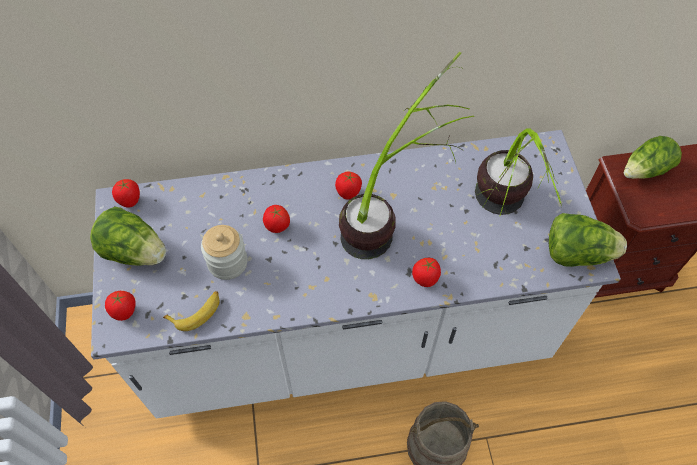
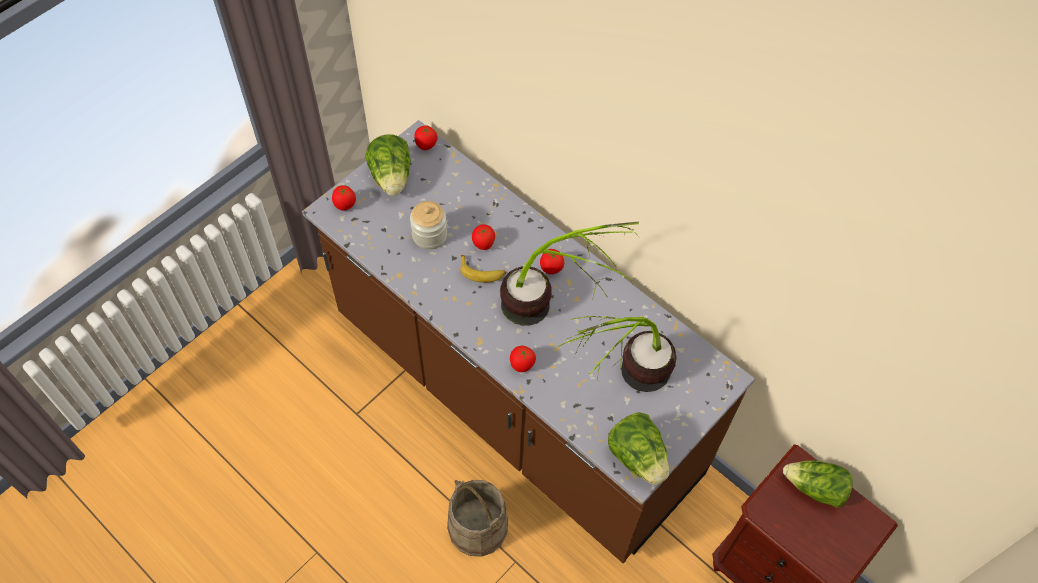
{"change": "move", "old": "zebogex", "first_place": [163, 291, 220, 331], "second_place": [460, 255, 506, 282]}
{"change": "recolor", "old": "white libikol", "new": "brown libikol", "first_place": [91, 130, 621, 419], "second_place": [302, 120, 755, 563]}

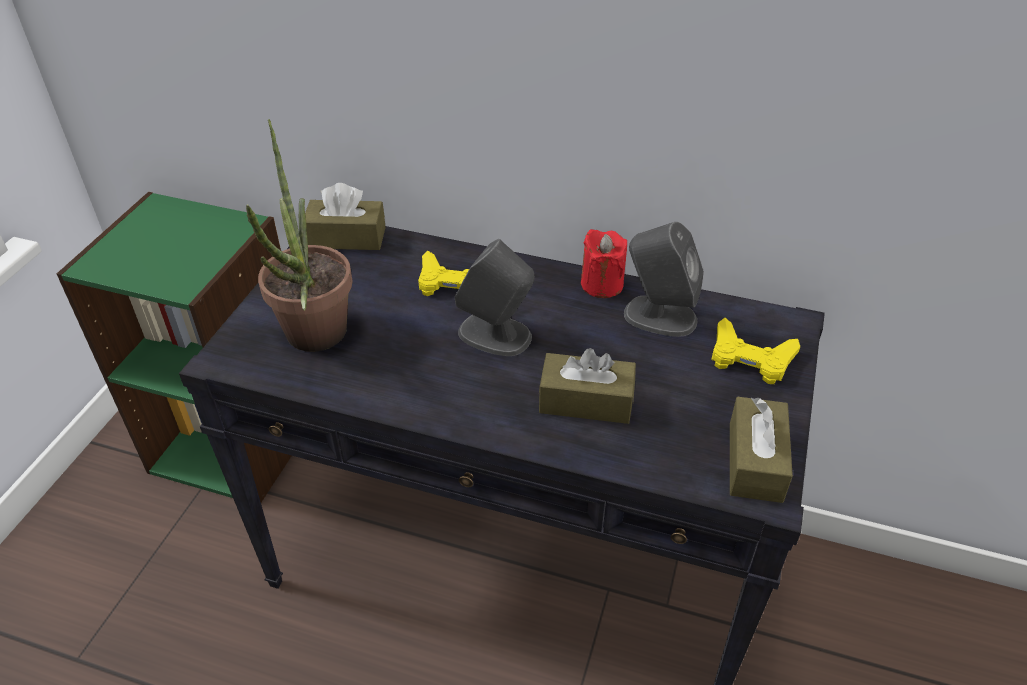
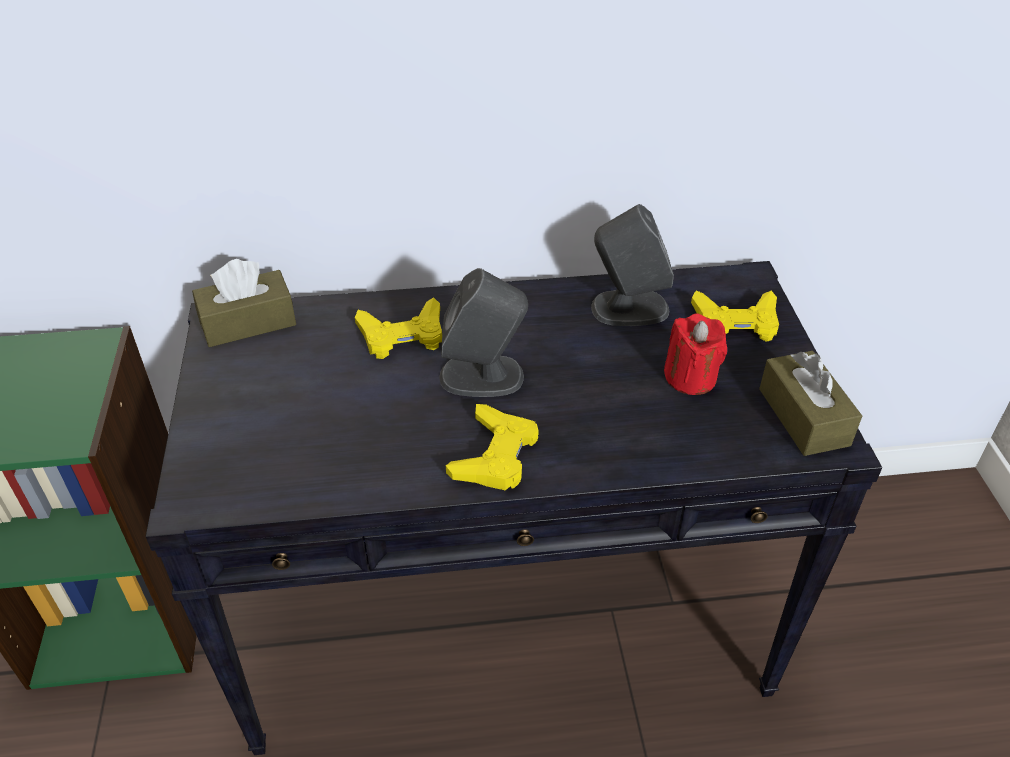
{"change": "delete", "old": "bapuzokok", "first_place": [246, 119, 353, 352]}
{"change": "delete", "old": "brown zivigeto", "first_place": [539, 348, 636, 424]}
{"change": "insert", "new": "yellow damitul", "second_place": [446, 404, 539, 490]}
{"change": "move", "old": "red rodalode", "first_place": [581, 229, 627, 298], "second_place": [664, 313, 727, 395]}

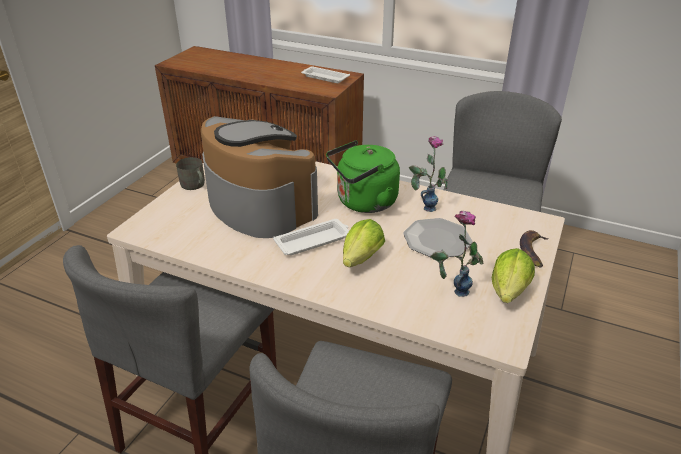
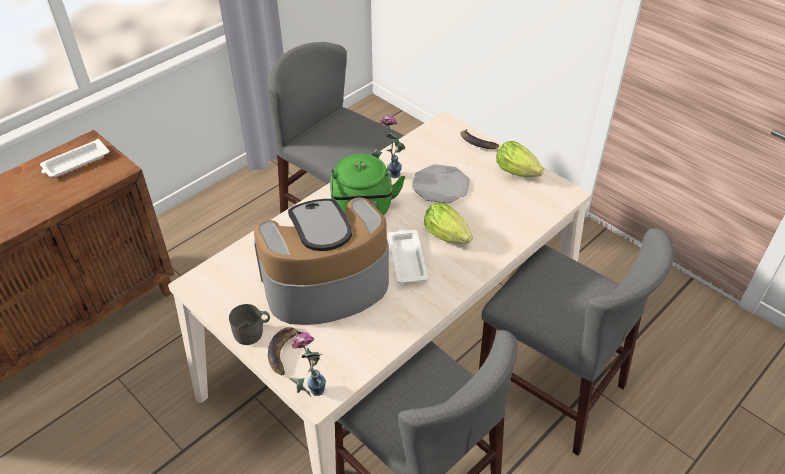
{"change": "insert", "new": "zebogex", "second_place": [268, 327, 309, 375]}
{"change": "move", "old": "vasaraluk", "first_place": [430, 211, 483, 297], "second_place": [289, 332, 326, 397]}

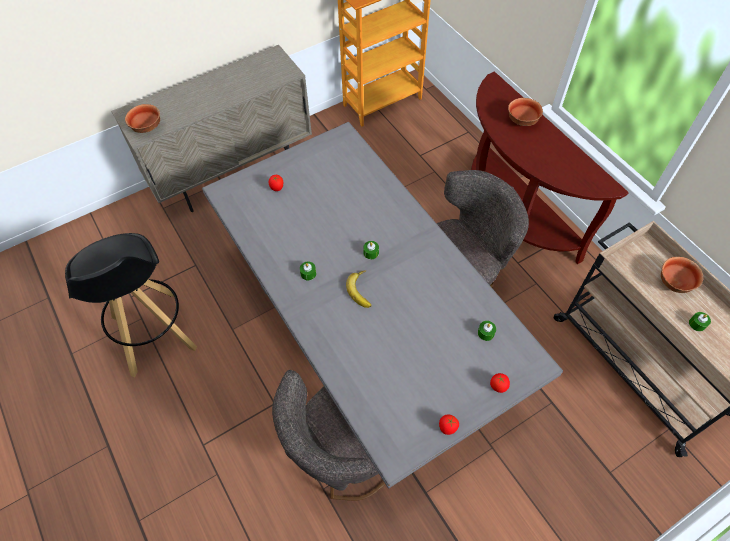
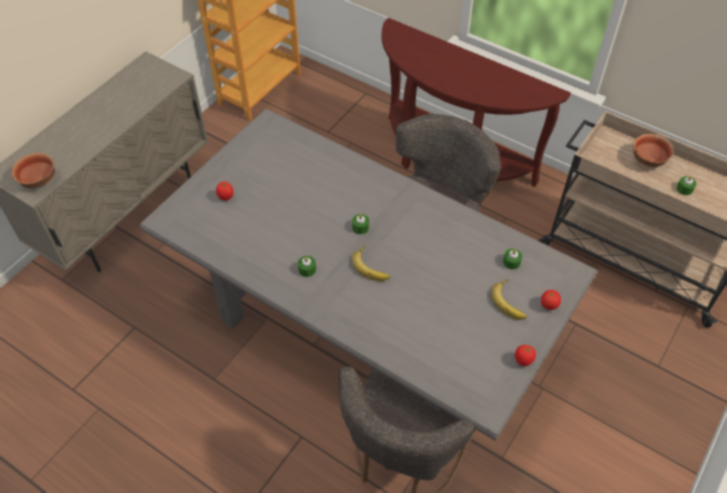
{"change": "delete", "old": "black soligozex", "first_place": [65, 233, 197, 377]}
{"change": "delete", "old": "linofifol", "first_place": [508, 98, 543, 126]}
{"change": "insert", "new": "zebogex", "second_place": [491, 279, 527, 320]}

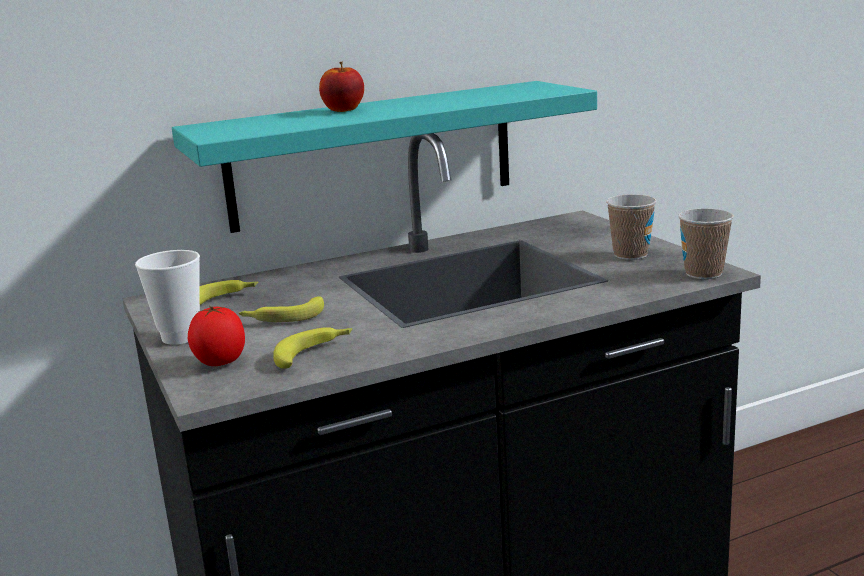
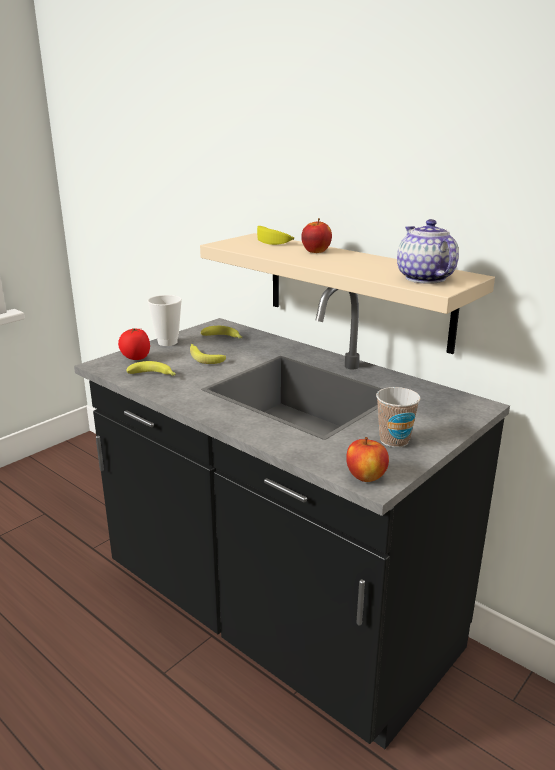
{"change": "insert", "new": "zebogex", "second_place": [257, 226, 294, 245]}
{"change": "insert", "new": "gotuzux", "second_place": [397, 219, 459, 284]}
{"change": "replace", "old": "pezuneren", "new": "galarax", "first_place": [678, 208, 734, 279], "second_place": [346, 437, 389, 482]}
{"change": "recolor", "old": "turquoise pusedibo", "new": "beige pusedibo", "first_place": [172, 81, 597, 233], "second_place": [200, 233, 495, 354]}

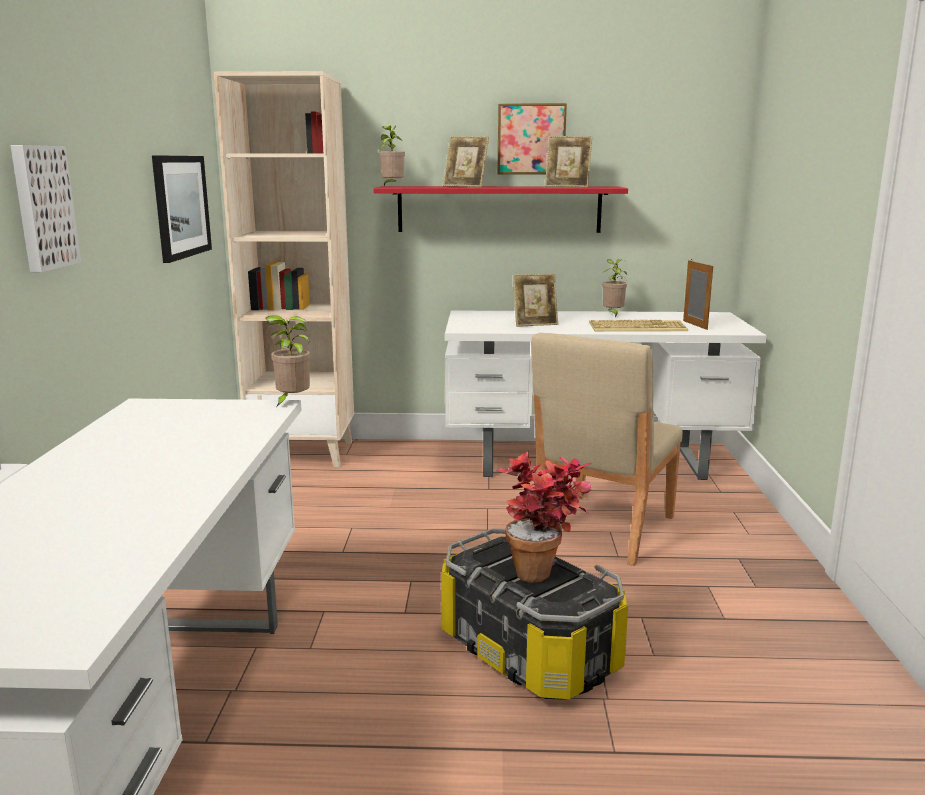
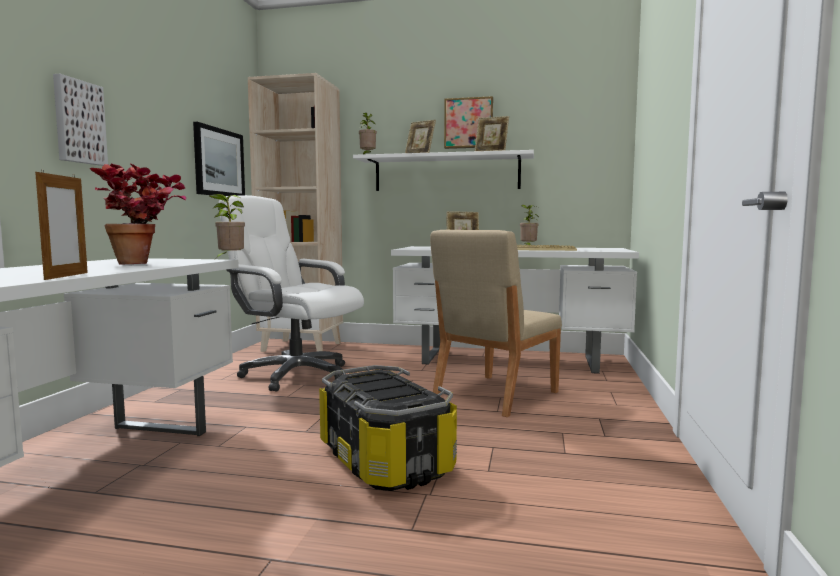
{"change": "insert", "new": "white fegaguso", "second_place": [218, 195, 364, 391]}
{"change": "move", "old": "bapuzokok", "first_place": [497, 451, 592, 583], "second_place": [90, 163, 186, 264]}
{"change": "move", "old": "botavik", "first_place": [683, 260, 713, 330], "second_place": [35, 169, 88, 280]}
{"change": "recolor", "old": "red pusedibo", "new": "white pusedibo", "first_place": [374, 186, 628, 233], "second_place": [353, 150, 534, 191]}

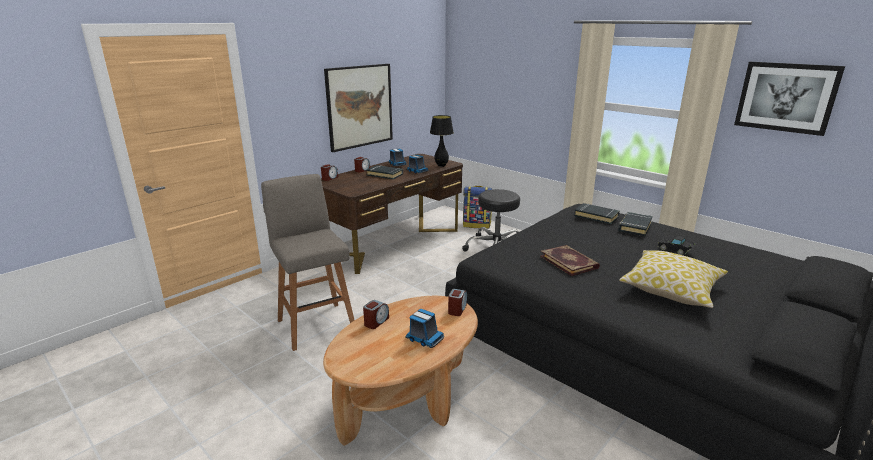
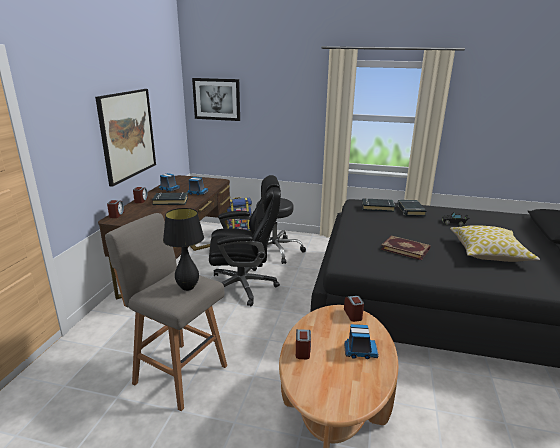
{"change": "insert", "new": "black fegaguso", "second_place": [209, 175, 281, 306]}
{"change": "move", "old": "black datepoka", "first_place": [430, 115, 454, 167], "second_place": [163, 208, 204, 291]}
{"change": "move", "old": "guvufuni", "first_place": [734, 62, 845, 136], "second_place": [192, 78, 240, 121]}

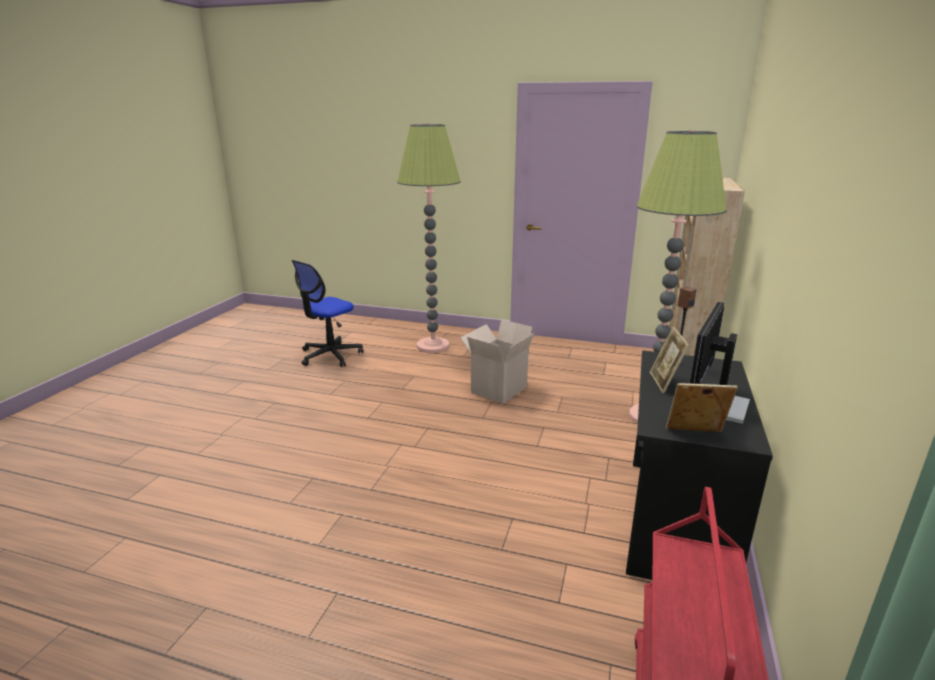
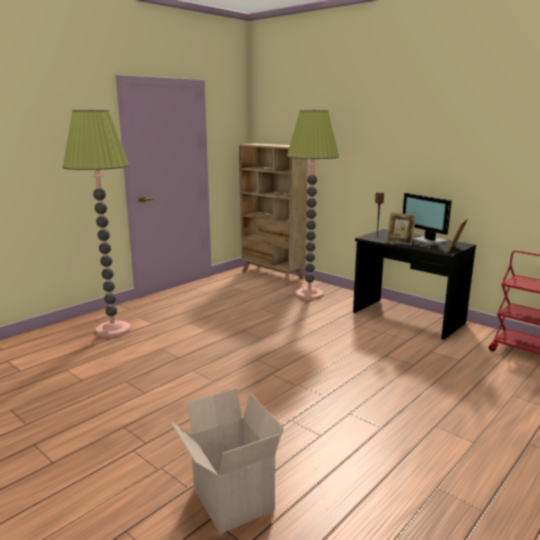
{"change": "delete", "old": "fegaguso", "first_place": [292, 260, 364, 367]}
{"change": "move", "old": "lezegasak", "first_place": [460, 319, 535, 404], "second_place": [171, 388, 284, 534]}

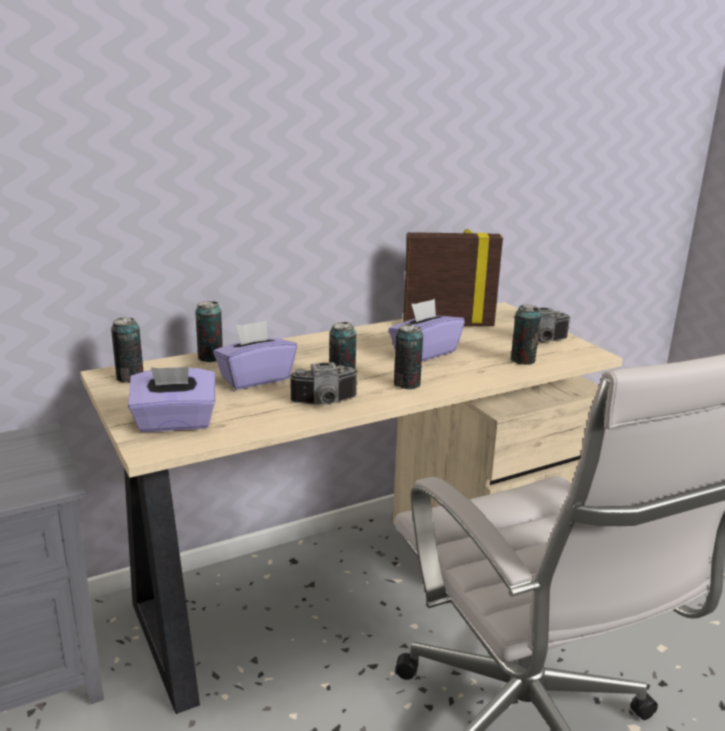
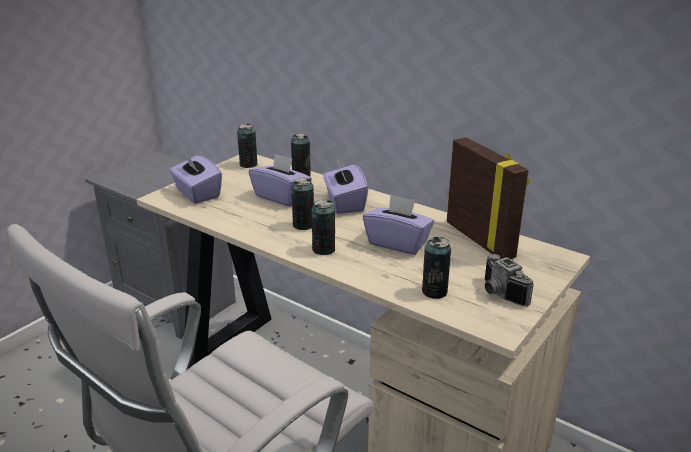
{"change": "delete", "old": "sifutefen", "first_place": [289, 362, 358, 405]}
{"change": "insert", "new": "purple zivigeto", "second_place": [323, 161, 368, 214]}

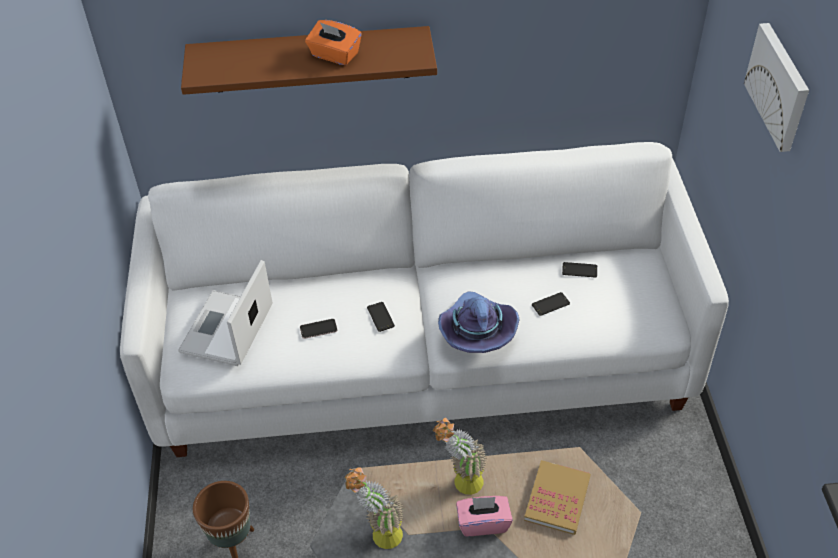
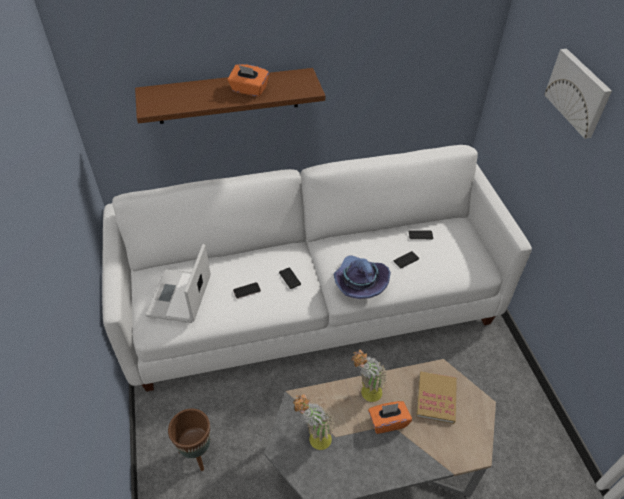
{"change": "recolor", "old": "pink zivigeto", "new": "orange zivigeto", "first_place": [456, 496, 513, 536], "second_place": [368, 401, 412, 434]}

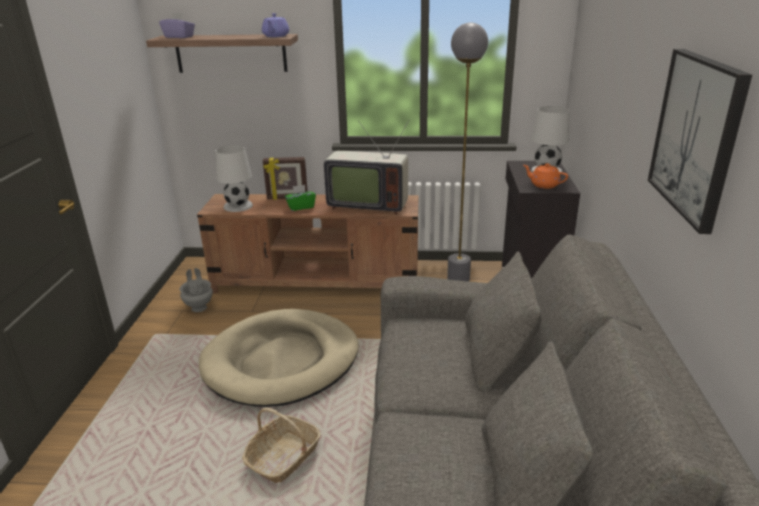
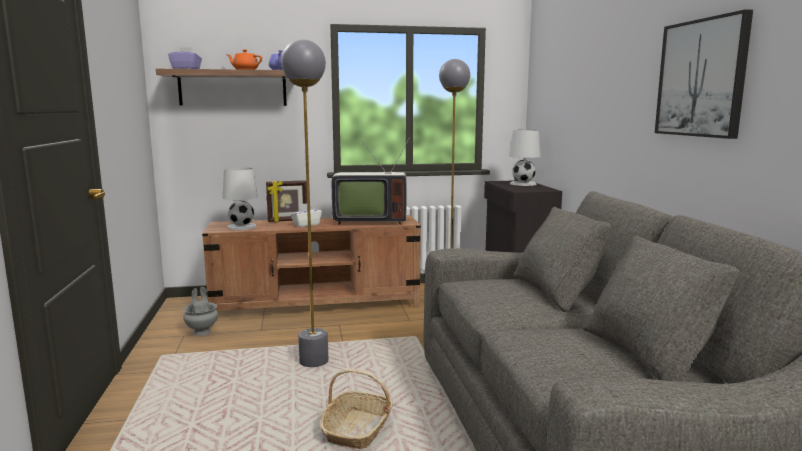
{"change": "move", "old": "orange gotuzux", "first_place": [523, 163, 568, 189], "second_place": [228, 50, 262, 70]}
{"change": "replace", "old": "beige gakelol", "new": "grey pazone", "first_place": [199, 309, 359, 407], "second_place": [281, 39, 328, 367]}
{"change": "recolor", "old": "green zivigeto", "new": "white zivigeto", "first_place": [285, 185, 316, 211], "second_place": [290, 204, 322, 227]}

